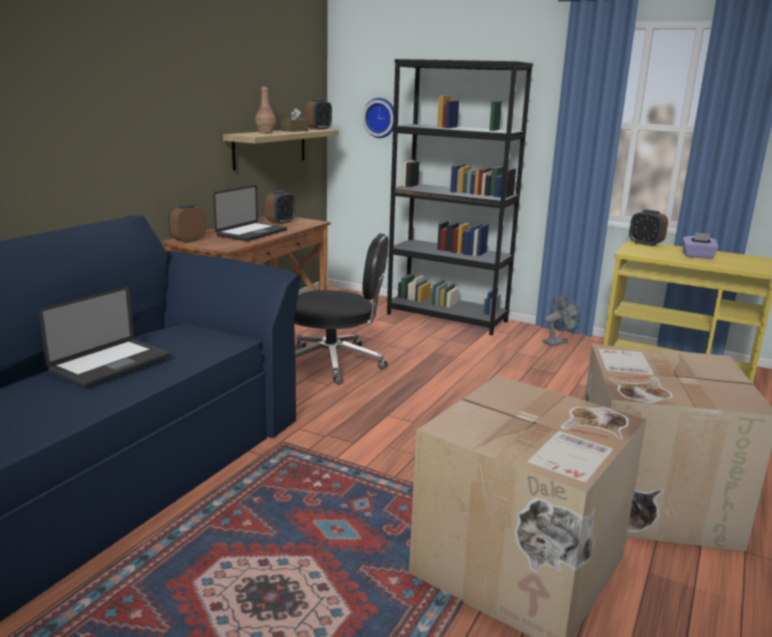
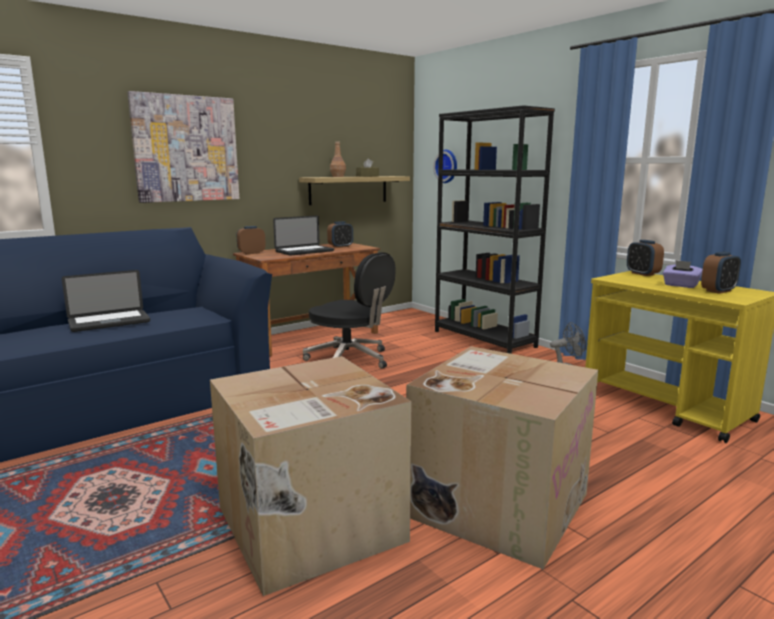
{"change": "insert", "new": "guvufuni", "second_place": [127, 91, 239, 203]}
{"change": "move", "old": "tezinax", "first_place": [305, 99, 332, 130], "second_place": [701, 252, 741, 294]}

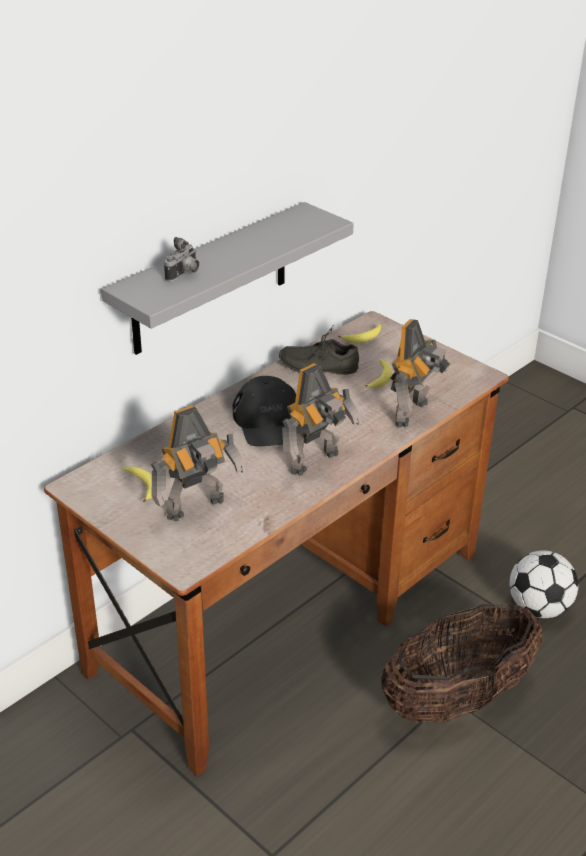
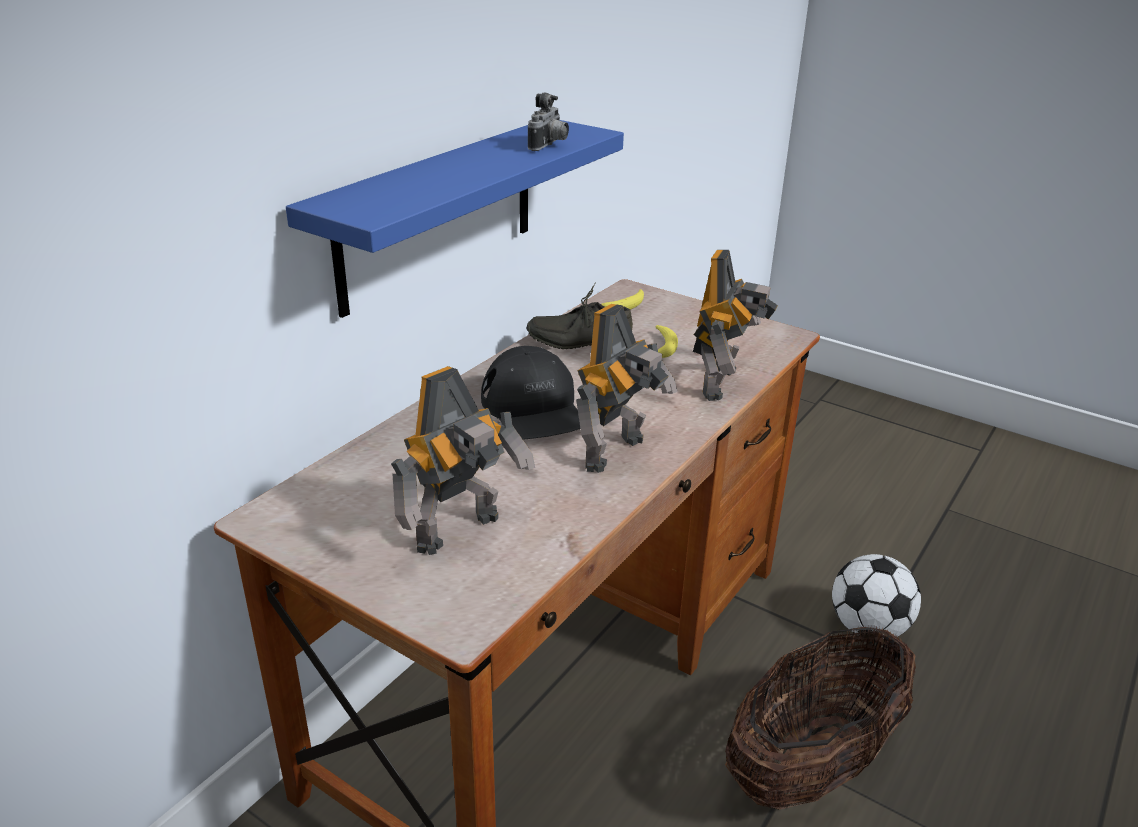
{"change": "delete", "old": "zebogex", "first_place": [122, 467, 152, 502]}
{"change": "move", "old": "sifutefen", "first_place": [164, 237, 199, 281], "second_place": [528, 93, 569, 151]}
{"change": "recolor", "old": "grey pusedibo", "new": "blue pusedibo", "first_place": [101, 202, 354, 355], "second_place": [286, 120, 624, 318]}

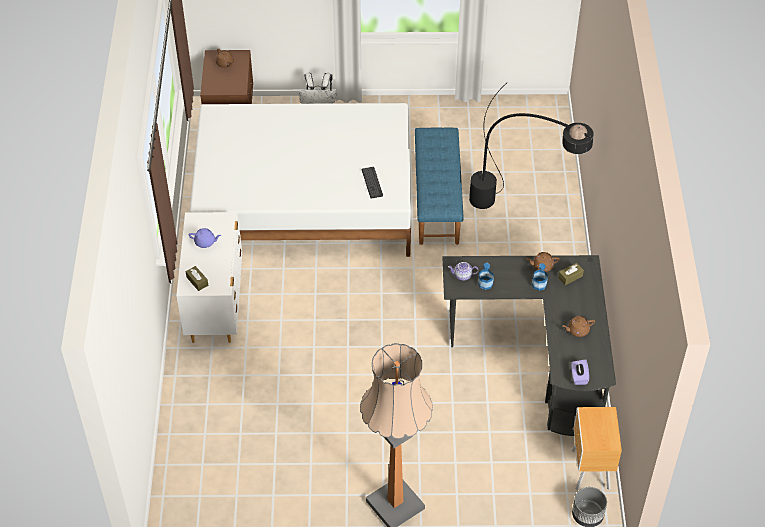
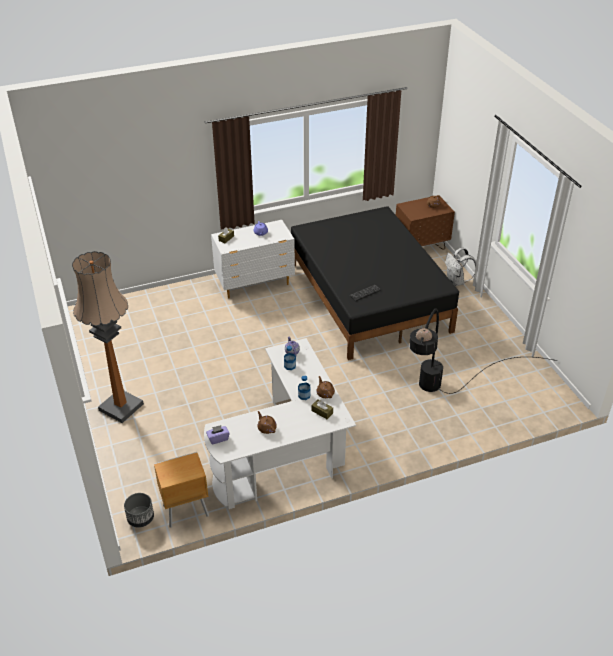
{"change": "delete", "old": "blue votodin", "first_place": [415, 127, 464, 245]}
{"change": "recolor", "old": "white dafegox", "new": "black dafegox", "first_place": [189, 103, 411, 257], "second_place": [291, 206, 459, 360]}
{"change": "recolor", "old": "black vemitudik", "new": "white vemitudik", "first_place": [442, 255, 616, 436], "second_place": [204, 338, 356, 509]}

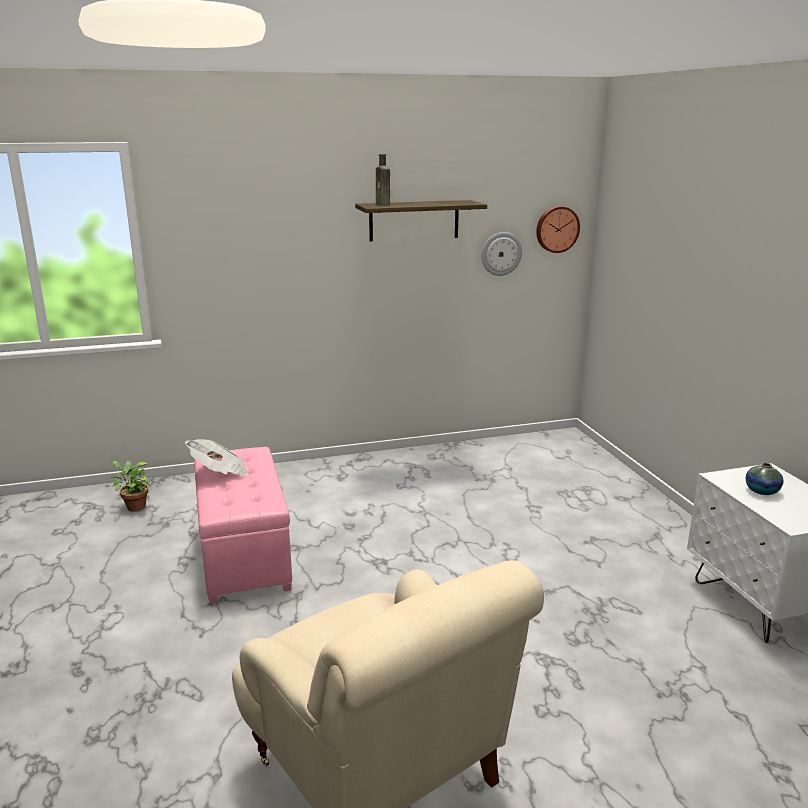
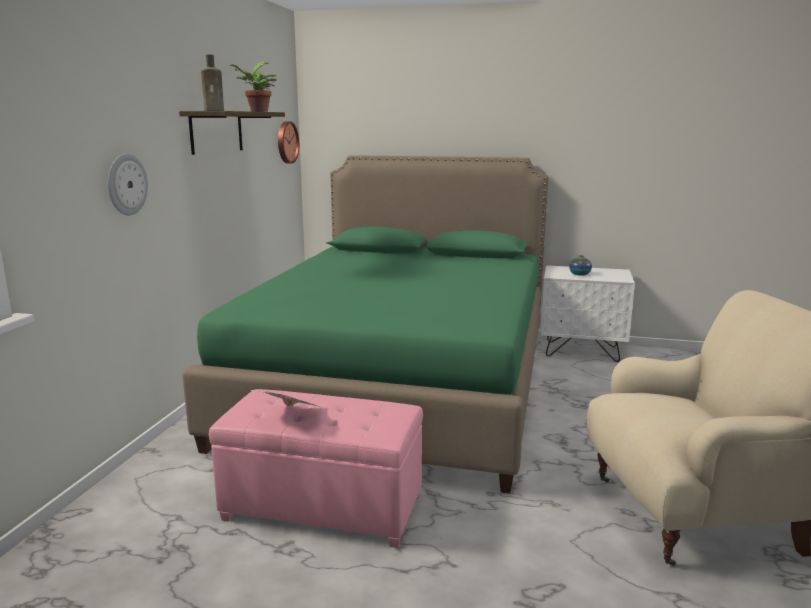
{"change": "insert", "new": "green dafegox", "second_place": [182, 155, 548, 494]}
{"change": "move", "old": "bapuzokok", "first_place": [110, 460, 149, 512], "second_place": [229, 62, 277, 112]}
{"change": "move", "old": "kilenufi", "first_place": [481, 232, 522, 276], "second_place": [108, 153, 148, 215]}

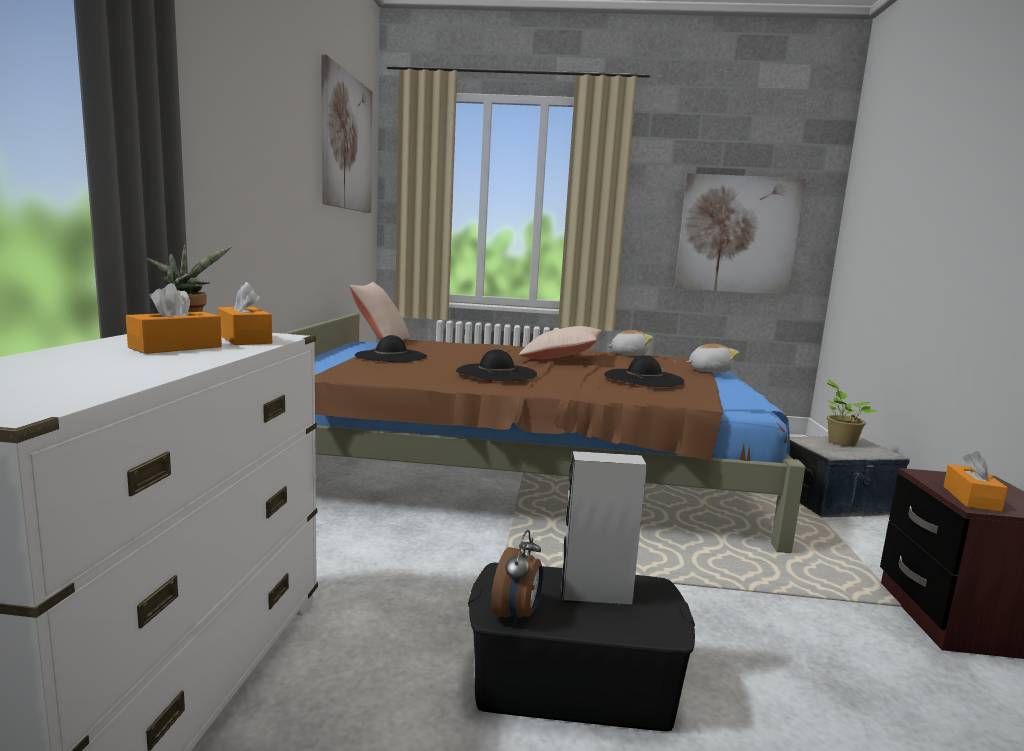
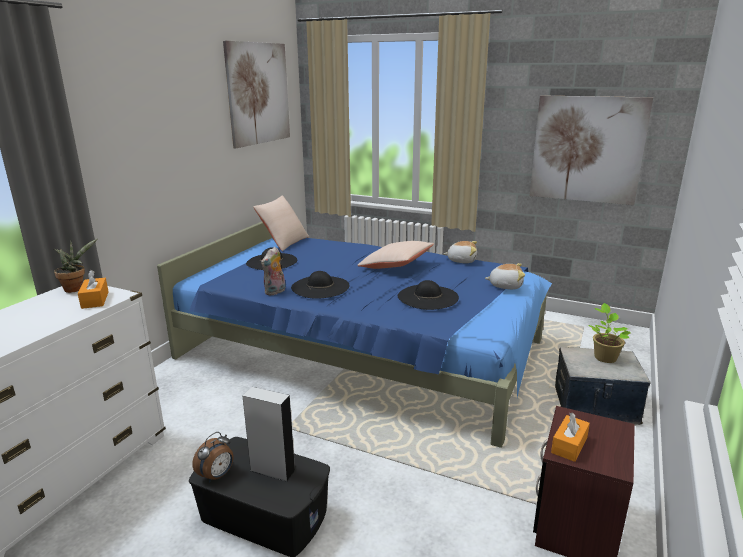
{"change": "delete", "old": "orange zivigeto", "first_place": [126, 283, 222, 354]}
{"change": "insert", "new": "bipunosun", "second_place": [261, 247, 285, 295]}
{"change": "recolor", "old": "brown dafegox", "new": "blue dafegox", "first_place": [282, 313, 805, 553], "second_place": [157, 222, 552, 448]}

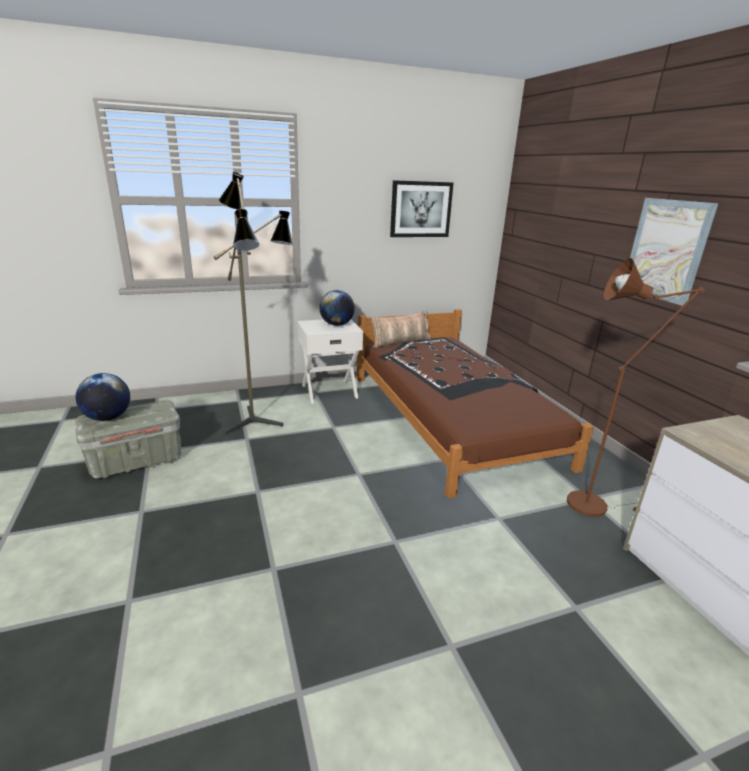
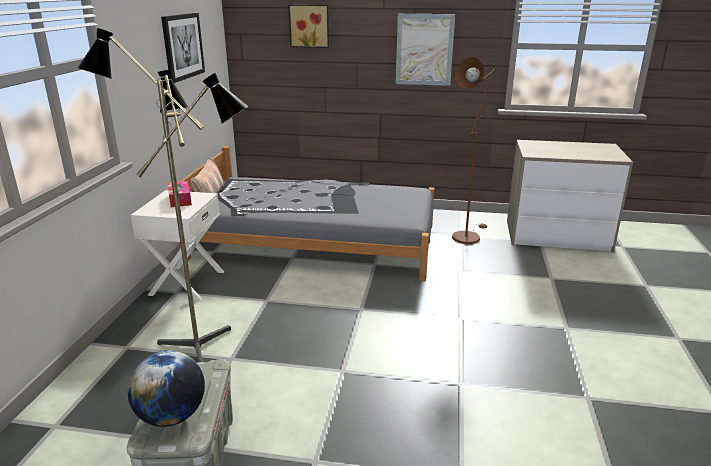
{"change": "insert", "new": "guvufuni", "second_place": [288, 4, 329, 48]}
{"change": "replace", "old": "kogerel", "new": "zivigeto", "first_place": [319, 290, 355, 326], "second_place": [167, 181, 192, 207]}
{"change": "recolor", "old": "brown dafegox", "new": "grey dafegox", "first_place": [357, 309, 594, 499], "second_place": [177, 146, 435, 281]}

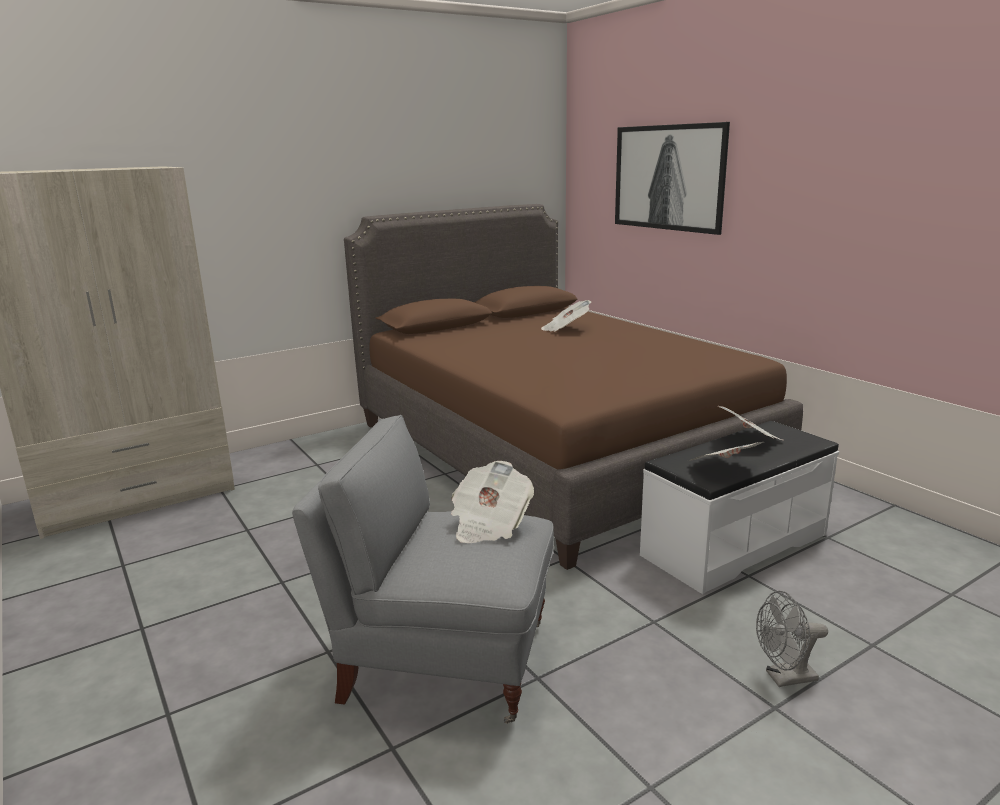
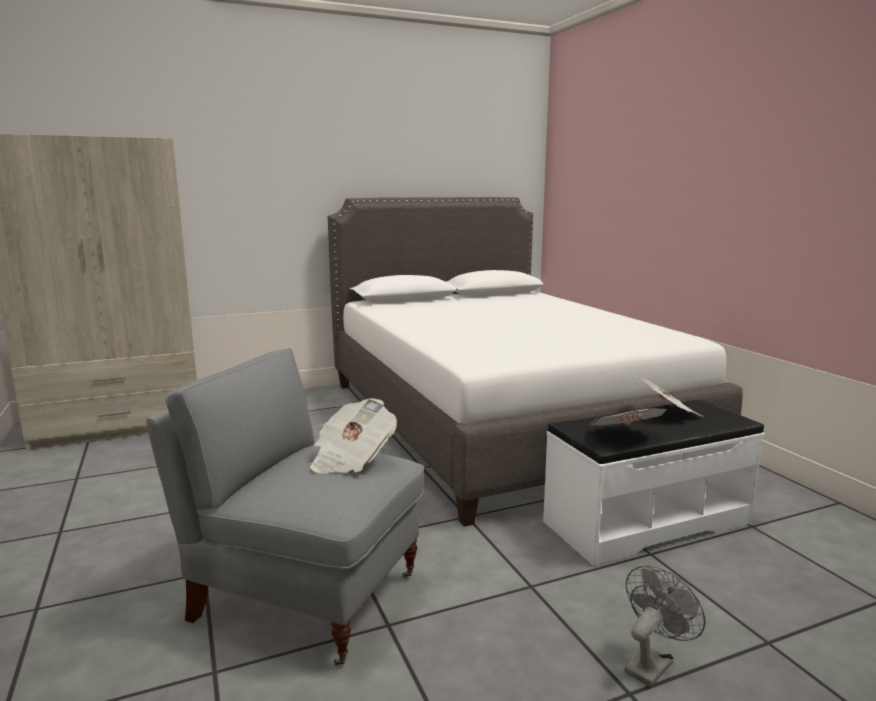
{"change": "delete", "old": "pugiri", "first_place": [541, 300, 592, 332]}
{"change": "delete", "old": "guvufuni", "first_place": [615, 122, 730, 235]}
{"change": "recolor", "old": "brown dafegox", "new": "white dafegox", "first_place": [344, 204, 803, 570], "second_place": [328, 197, 743, 527]}
{"change": "rotate", "old": "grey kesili", "first_place": [756, 591, 828, 687], "second_place": [624, 565, 706, 687], "degrees": 135}

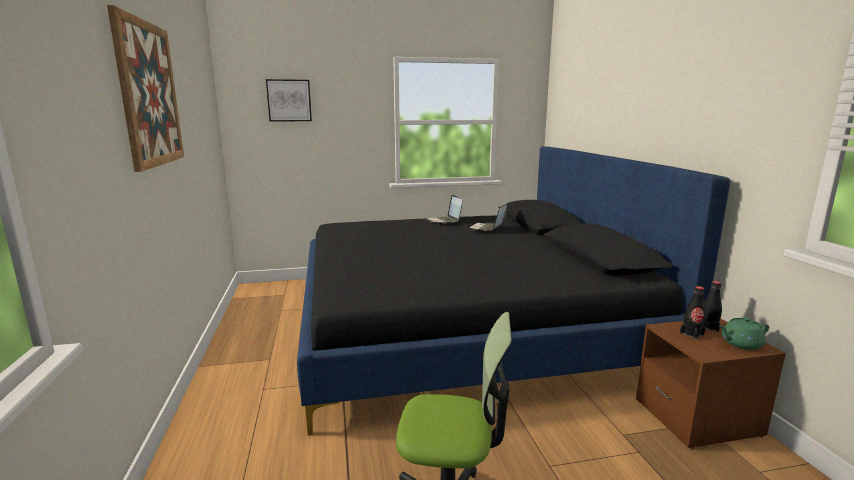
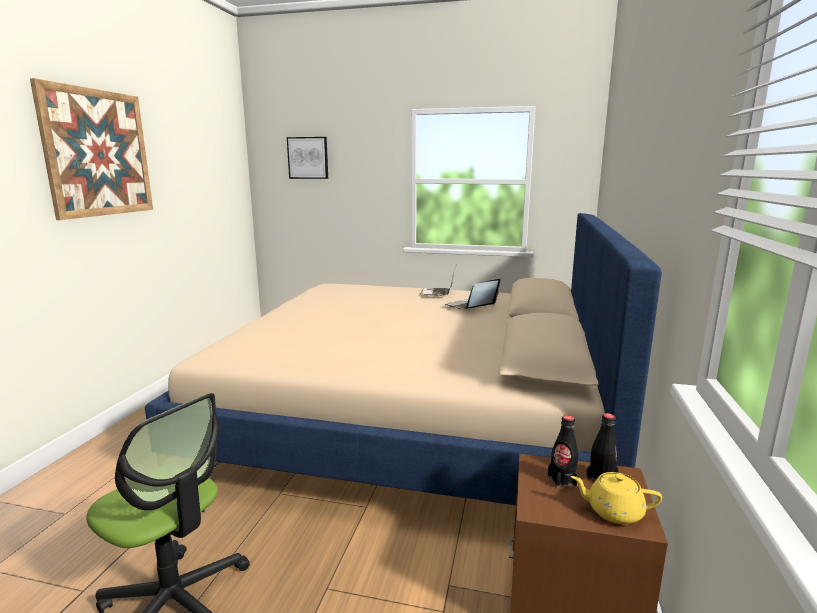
{"change": "recolor", "old": "black dafegox", "new": "beige dafegox", "first_place": [297, 146, 730, 436], "second_place": [145, 213, 662, 505]}
{"change": "recolor", "old": "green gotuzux", "new": "yellow gotuzux", "first_place": [719, 317, 769, 350], "second_place": [571, 472, 662, 524]}

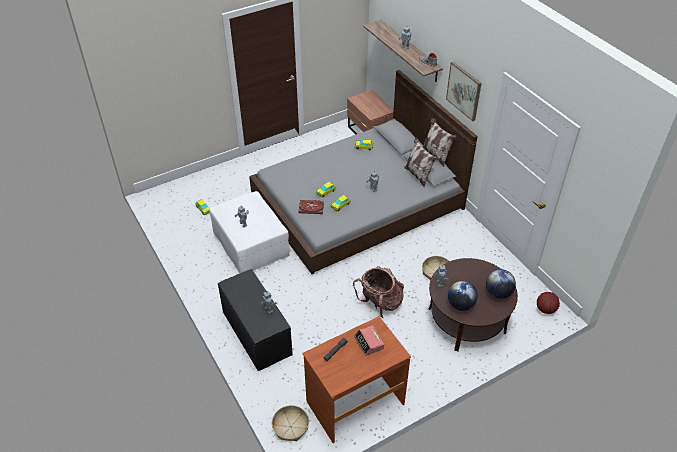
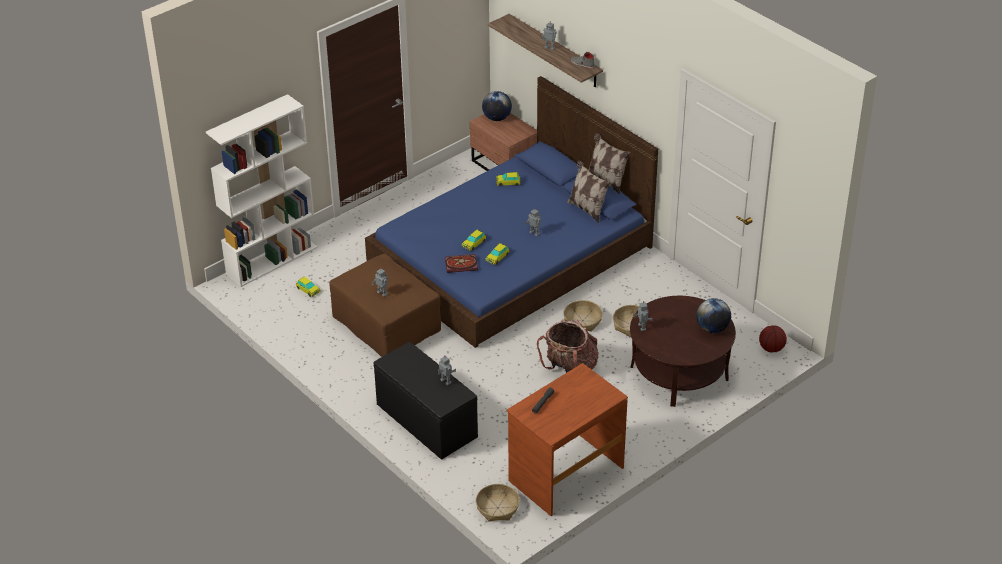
{"change": "delete", "old": "tezinax", "first_place": [354, 326, 384, 356]}
{"change": "delete", "old": "guvufuni", "first_place": [446, 61, 482, 122]}
{"change": "insert", "new": "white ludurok", "second_place": [206, 94, 317, 287]}
{"change": "insert", "new": "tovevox", "second_place": [563, 300, 603, 331]}
{"change": "move", "old": "kogerel", "first_place": [448, 281, 478, 311], "second_place": [482, 91, 512, 121]}
{"change": "recolor", "old": "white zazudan", "new": "brown zazudan", "first_place": [209, 191, 290, 274], "second_place": [330, 254, 441, 357]}
{"change": "recolor", "old": "grey dafegox", "new": "blue dafegox", "first_place": [249, 70, 478, 274], "second_place": [365, 76, 658, 348]}

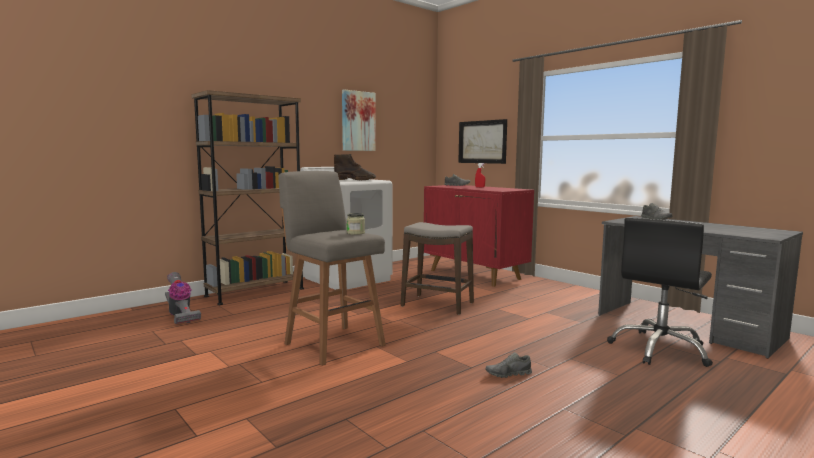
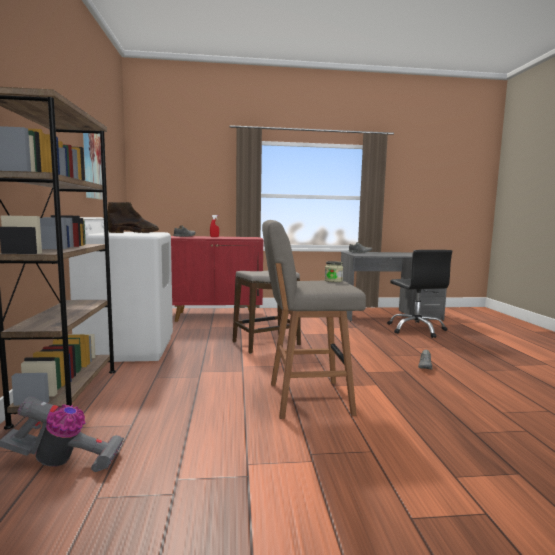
{"change": "delete", "old": "guvufuni", "first_place": [458, 119, 507, 164]}

